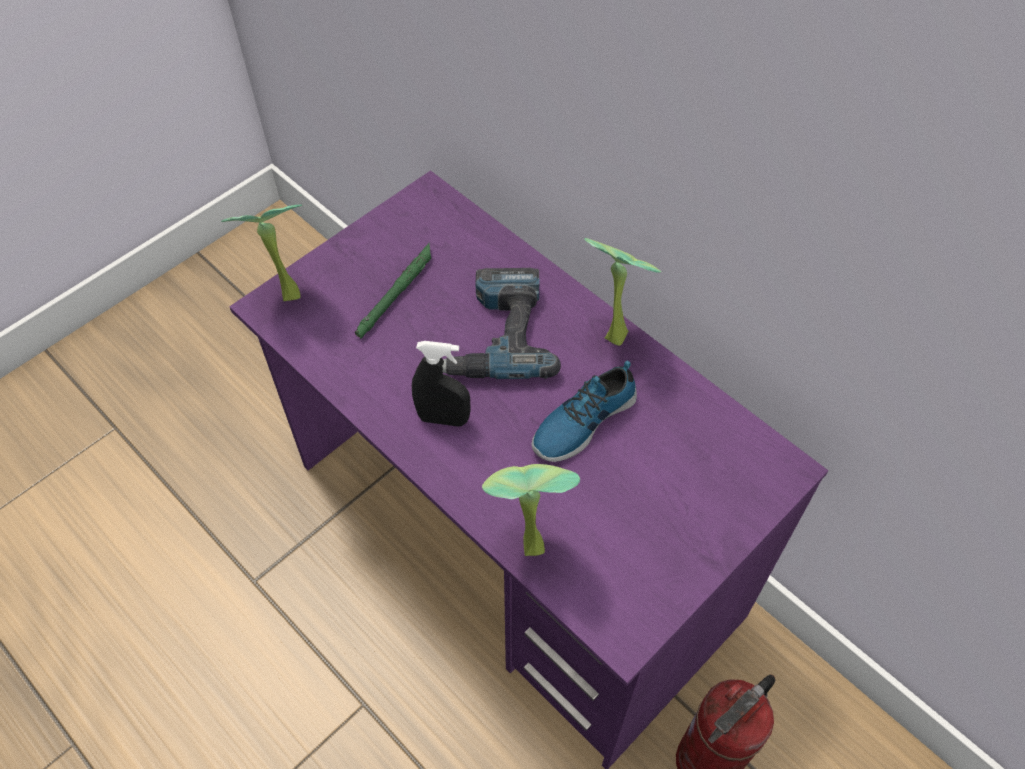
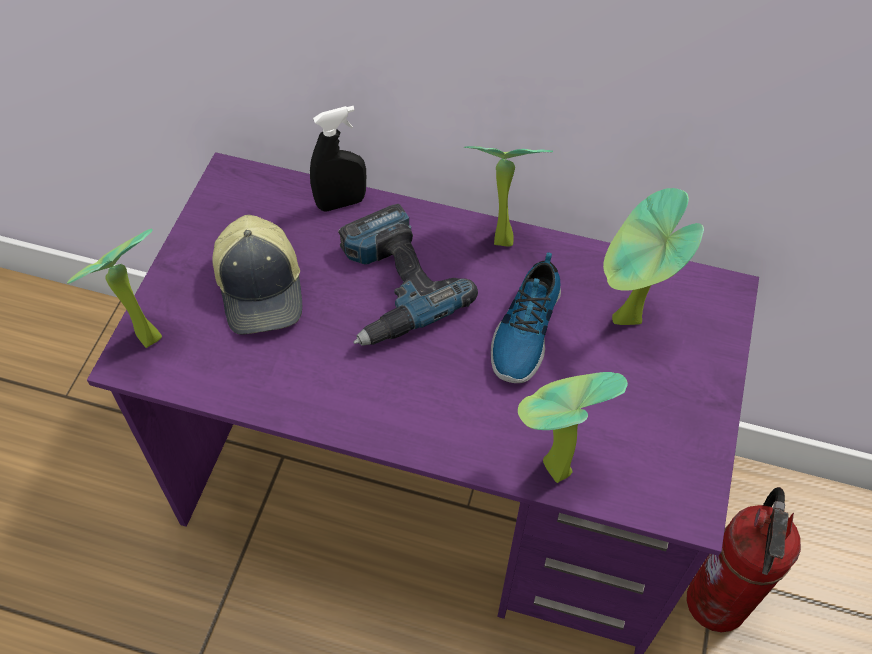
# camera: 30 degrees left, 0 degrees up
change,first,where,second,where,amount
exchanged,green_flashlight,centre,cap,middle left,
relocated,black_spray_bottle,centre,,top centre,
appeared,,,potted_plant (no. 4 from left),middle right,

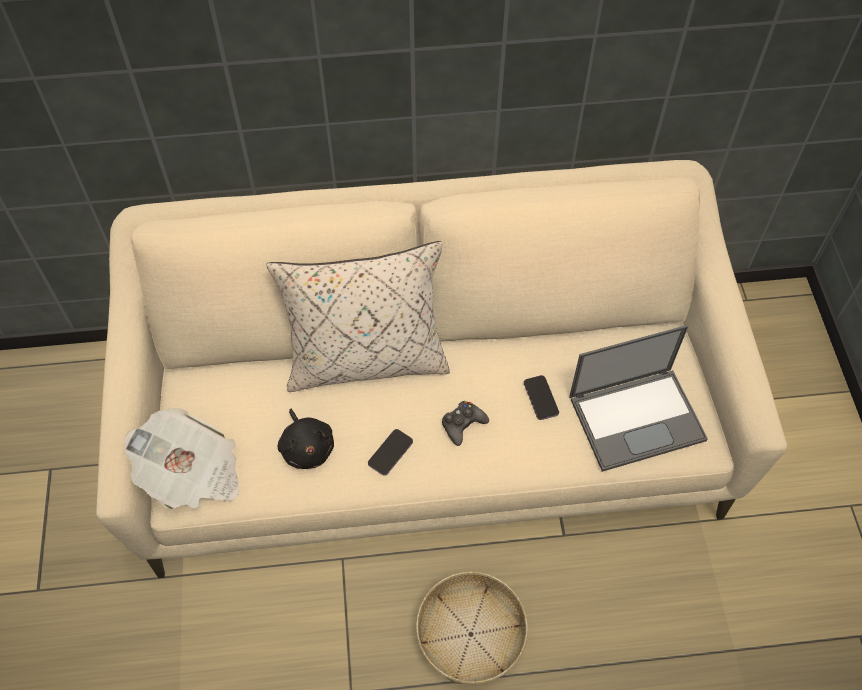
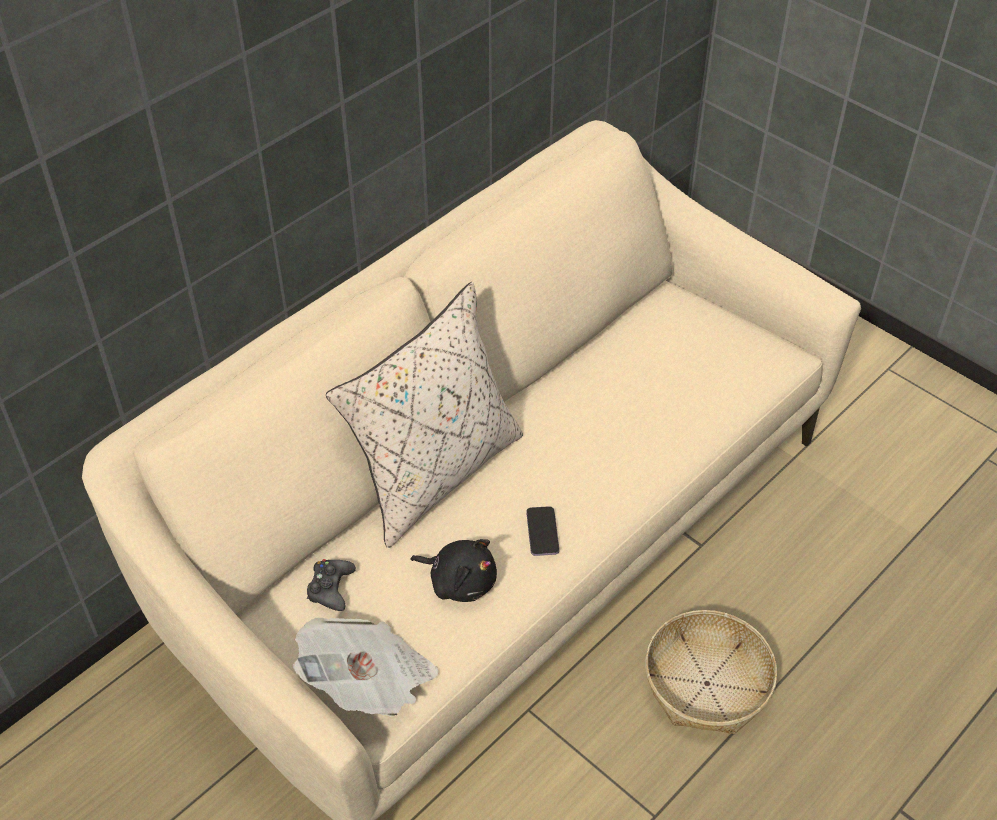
# camera: 40 degrees left, 10 degrees down
change,first,where,second,where,amount
missing,laptop,middle right,,,
missing,phone (no. 2 from left),centre,,,
relocated,black_game_controller,centre,,bottom left,

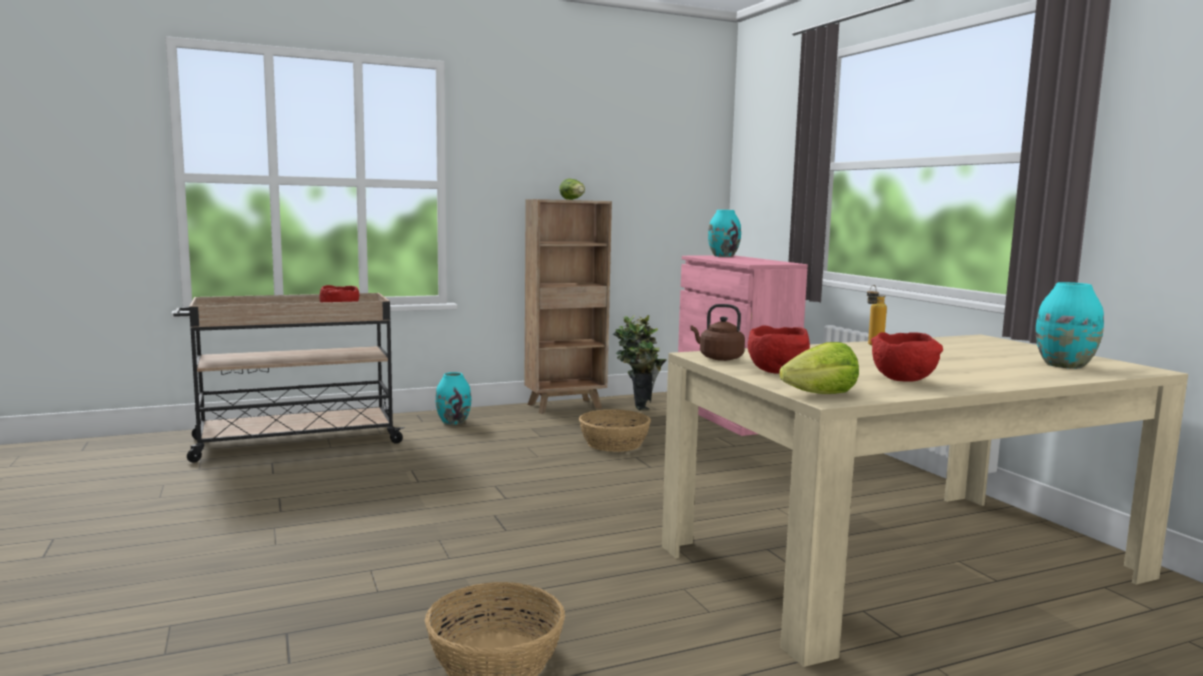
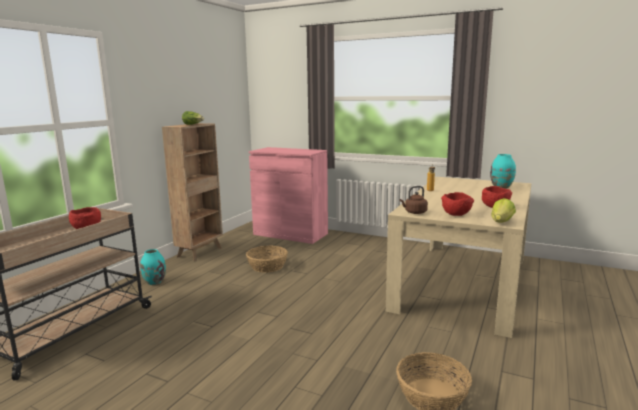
# camera: 40 degrees left, 5 degrees up
change,first,where,second,where,amount
missing,turquoise_vase (no. 2 from left),centre,,,
missing,potted_plant,centre,,,

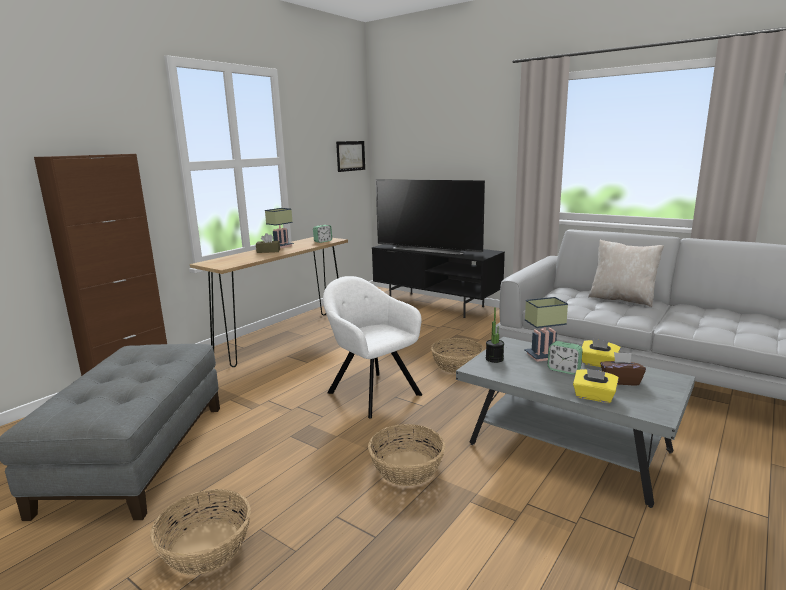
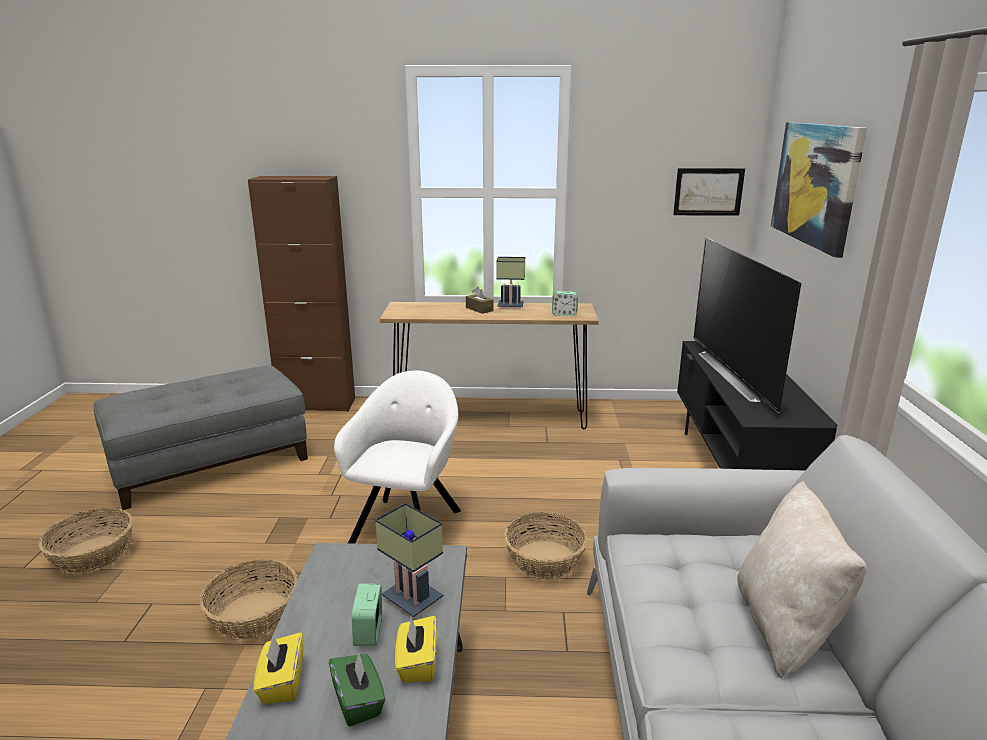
# camera: 55 degrees right, 5 degrees up
change,first,where,second,where,amount
missing,potted_plant,centre,,,
colour,brown_tissue_box (no. 2 from left),middle right,green_tissue_box,bottom centre,
appeared,,,picture (no. 2 from left),top right,

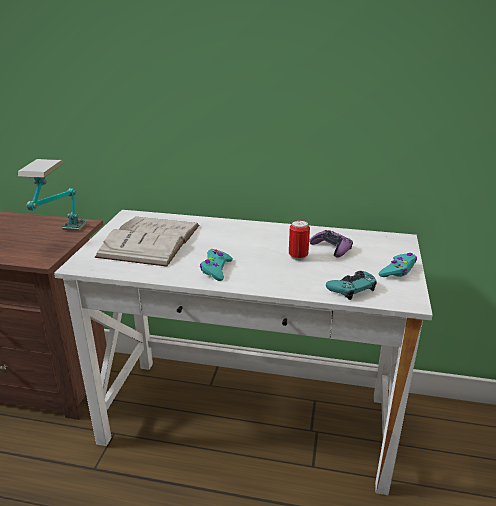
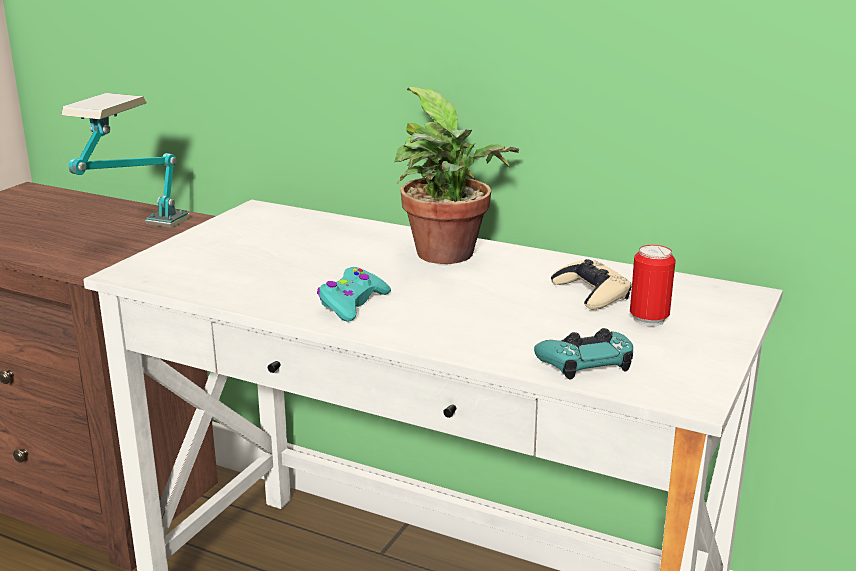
# camera: 15 degrees right, 5 degrees down
change,first,where,second,where,amount
missing,white_book,middle left,,,
relocated,can,centre,,middle right,
colour,purple_game_controller,middle right,beige_game_controller,middle right,
missing,turquoise_game_controller (no. 3 from left),middle right,,,
appeared,,,potted_plant,top centre,

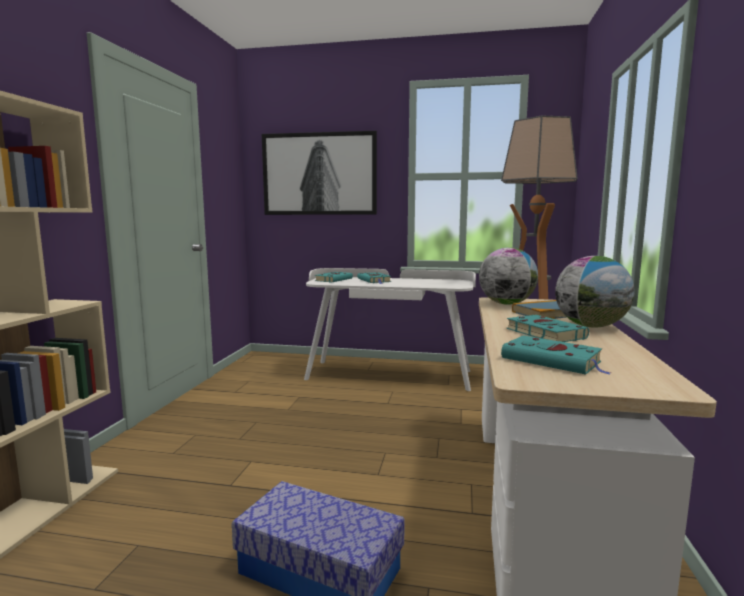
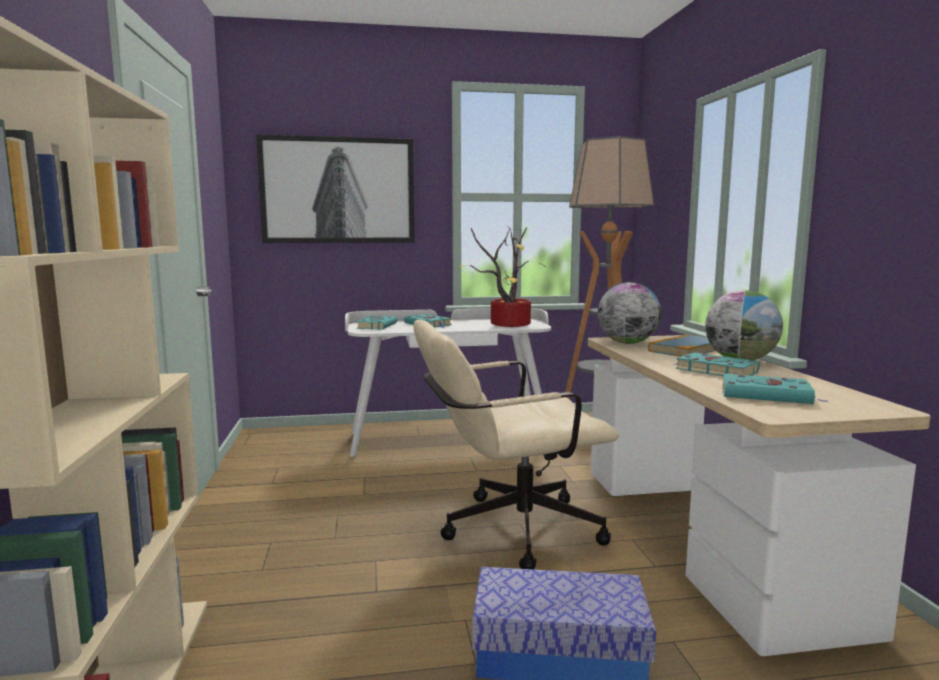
# camera: 20 degrees left, 0 degrees up
change,first,where,second,where,amount
appeared,,,potted_plant,centre,
appeared,,,beige_office_chair,centre,

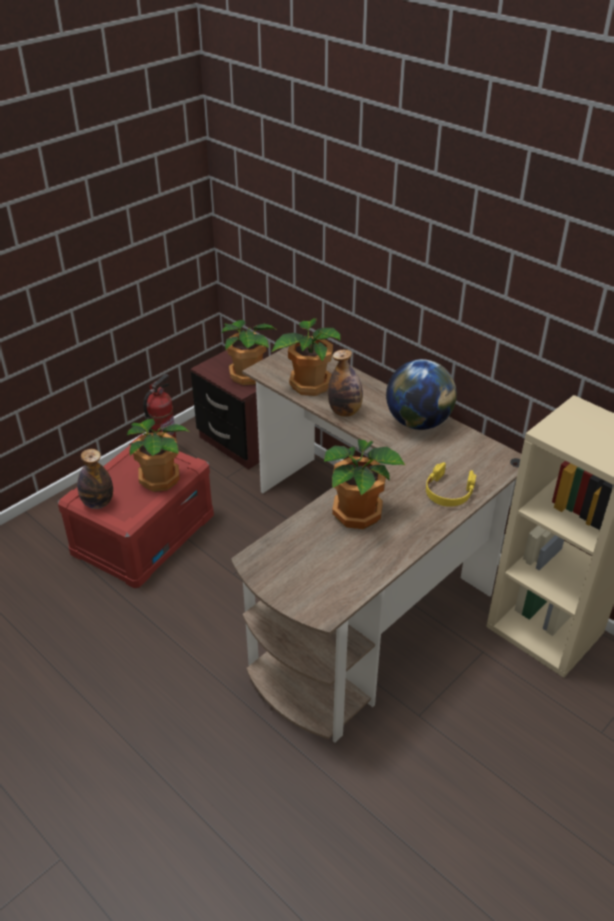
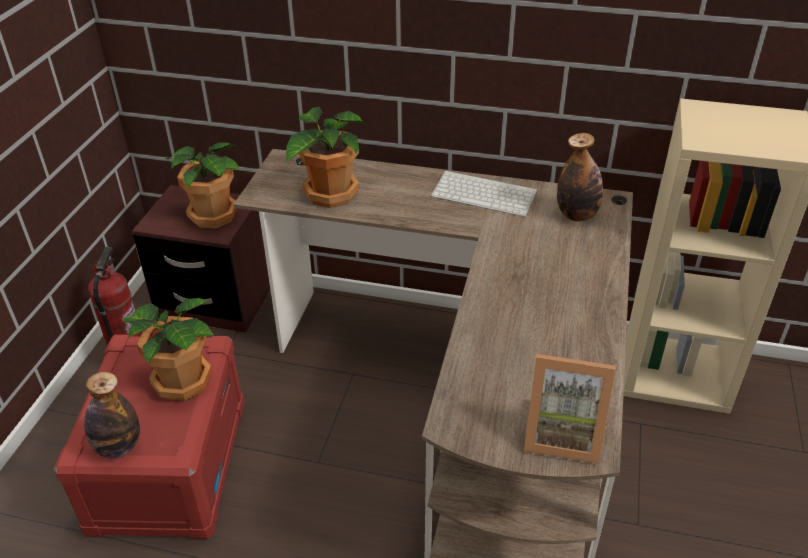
# camera: 30 degrees left, 0 degrees up
change,first,where,second,where,amount
relocated,bottle (no. 2 from left),centre,,top right,
exchanged,globe,middle right,keyboard,centre,
missing,potted_plant (no. 4 from left),centre,,,
missing,yellow_headphones,middle right,,,
appeared,,,picture_frame,bottom right,

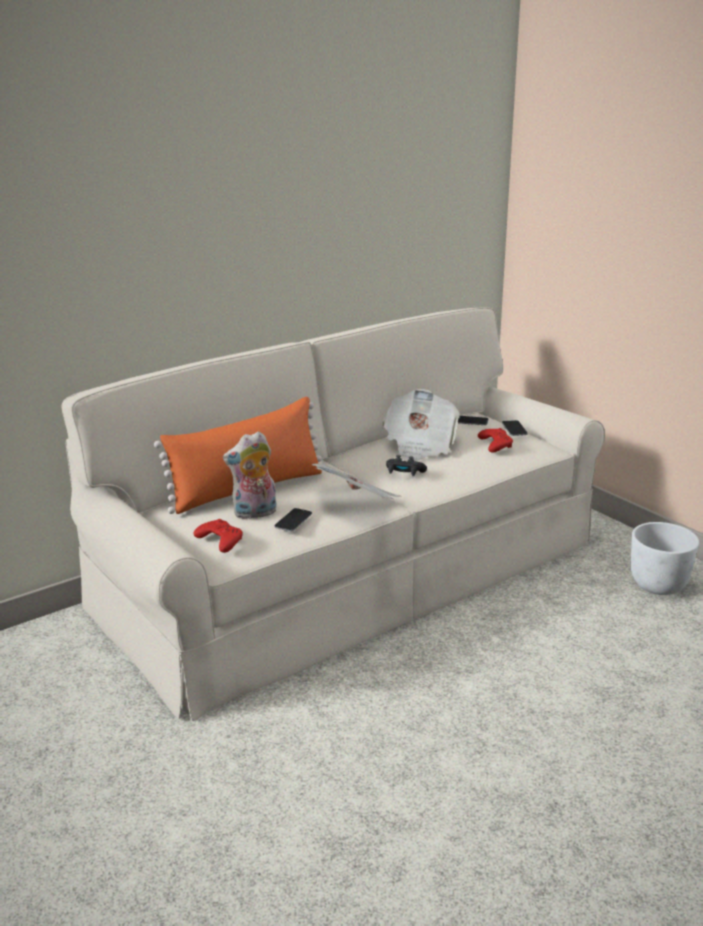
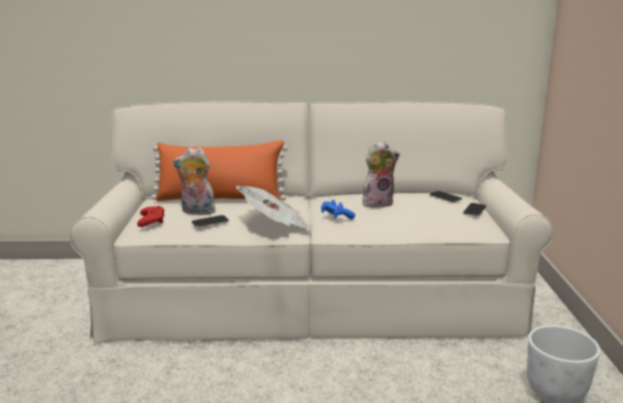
# camera: 35 degrees right, 5 degrees down
change,first,where,second,where,amount
exchanged,newspaper (no. 2 from left),centre,plush_toy (no. 2 from left),centre,
missing,red_game_controller (no. 2 from left),middle right,,,
colour,black_game_controller,centre,blue_game_controller,centre,

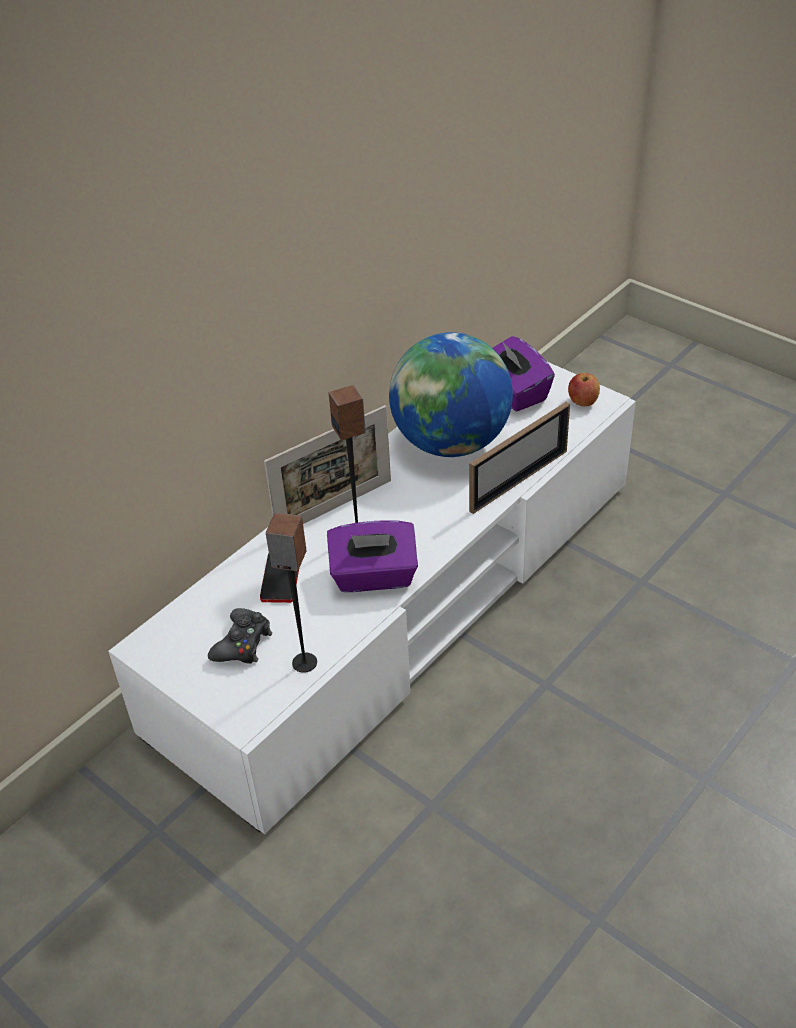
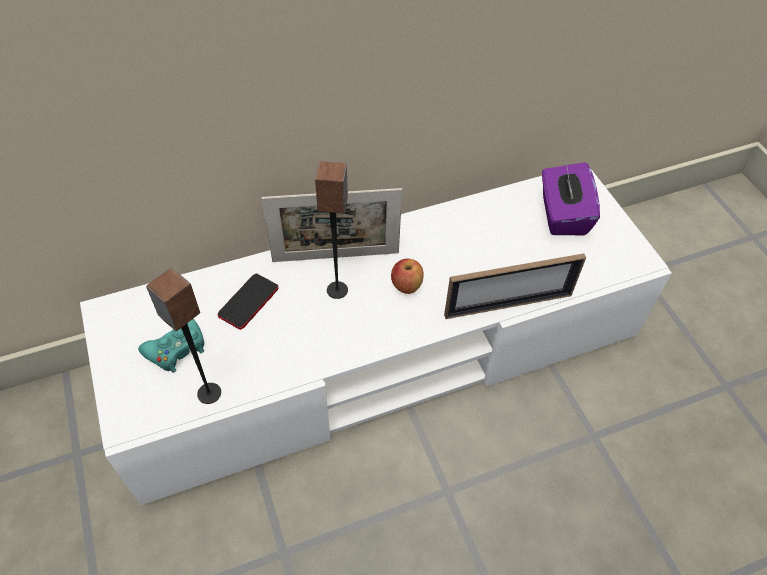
# camera: 25 degrees right, 10 degrees up
change,first,where,second,where,amount
missing,globe,centre,,,
relocated,apple,middle right,,centre,
missing,purple_tissue_box (no. 1 from left),centre,,,
colour,black_game_controller,middle left,turquoise_game_controller,middle left,

